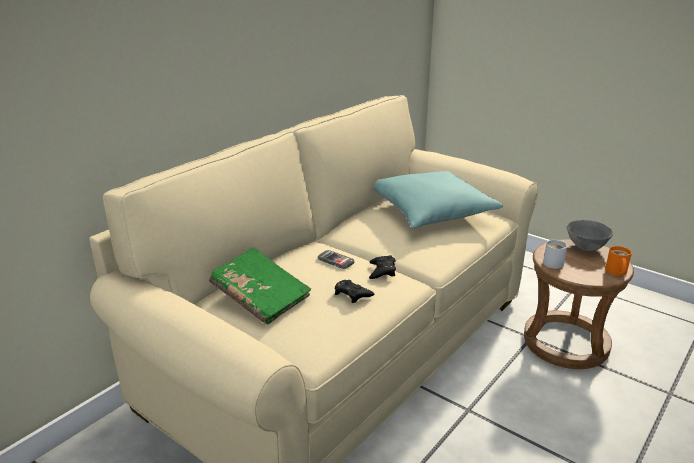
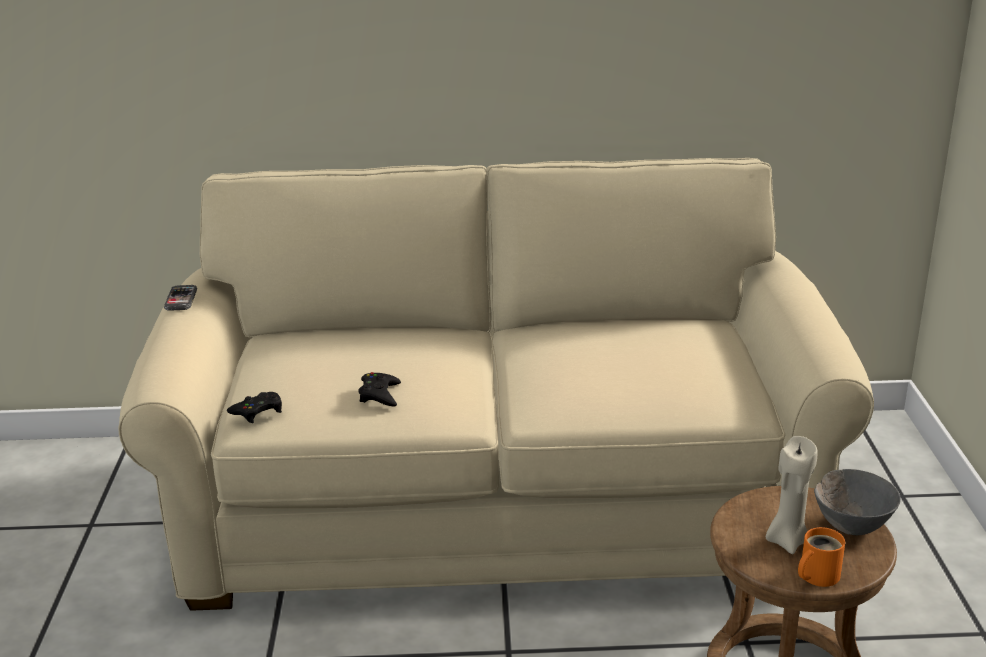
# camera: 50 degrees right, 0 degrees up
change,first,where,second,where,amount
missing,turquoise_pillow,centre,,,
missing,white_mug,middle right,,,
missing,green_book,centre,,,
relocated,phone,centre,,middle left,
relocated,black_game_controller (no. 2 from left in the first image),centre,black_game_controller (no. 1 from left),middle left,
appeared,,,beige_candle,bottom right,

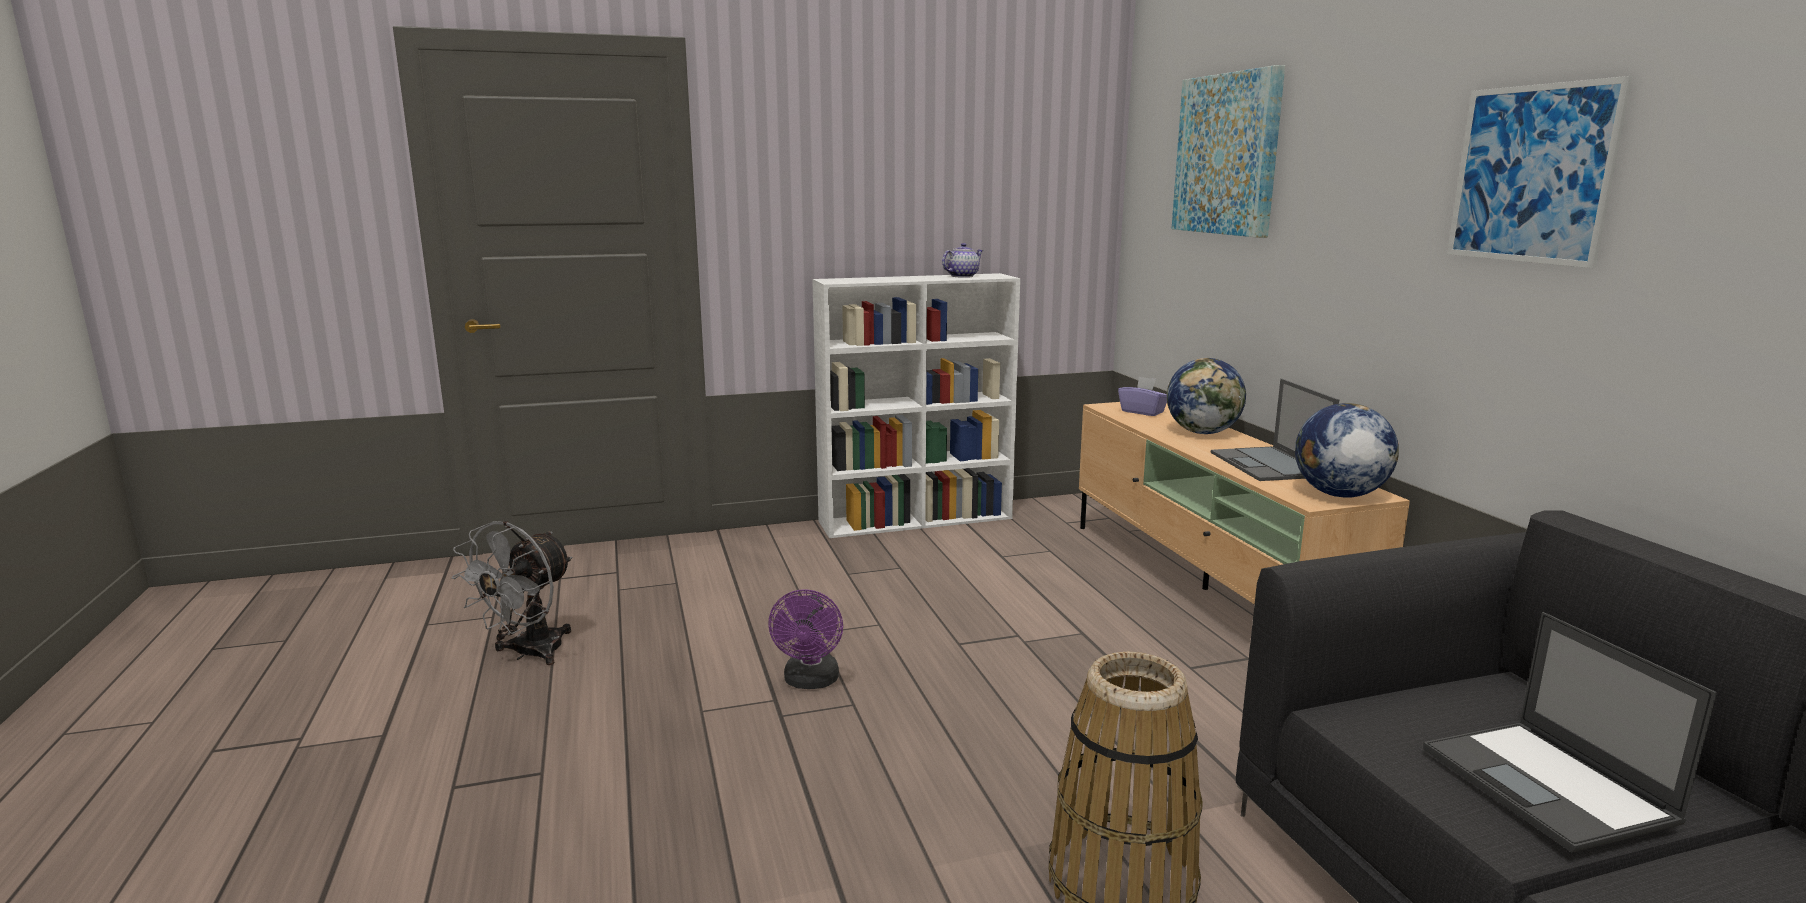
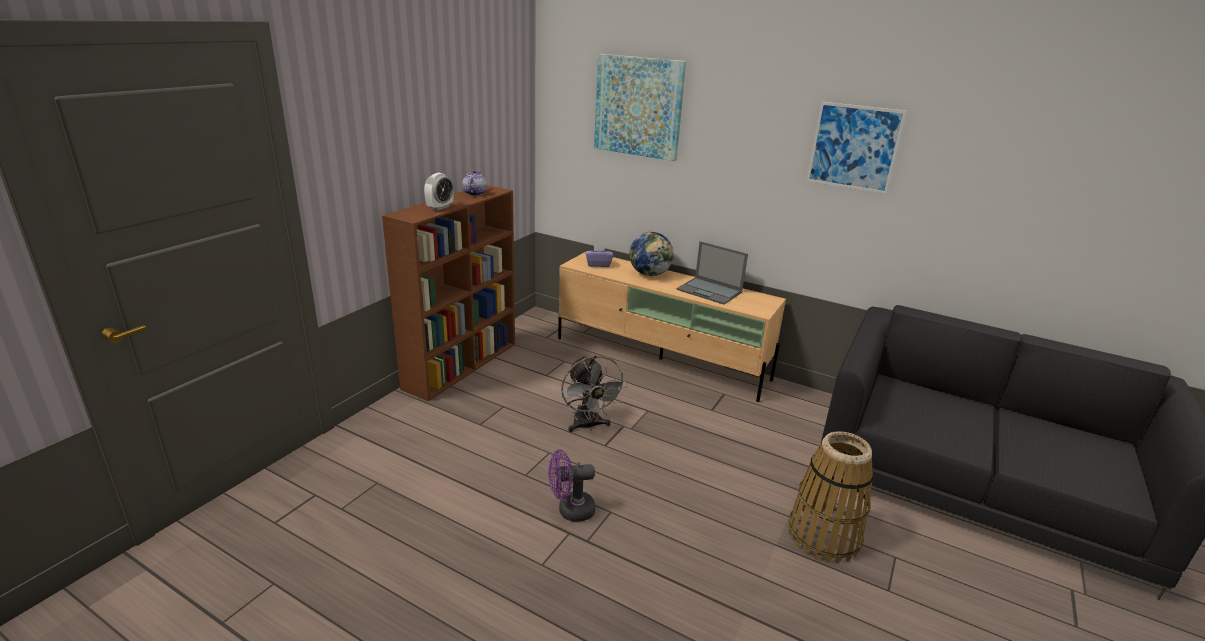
# camera: 45 degrees left, 10 degrees up
change,first,where,second,where,amount
colour,white_bookcase,centre,brown_bookcase,centre,
missing,globe (no. 2 from left),middle right,,,
relocated,grey_fan,middle left,,centre,
spun,purple_fan,bottom centre,,bottom centre,120 degrees clockwise
missing,laptop (no. 2 from left),bottom right,,,
appeared,,,alarm_clock,top centre,

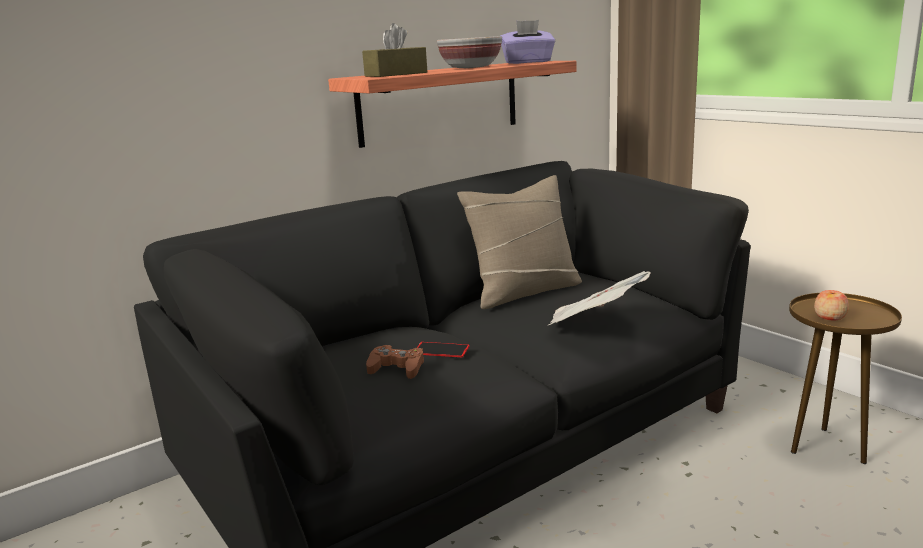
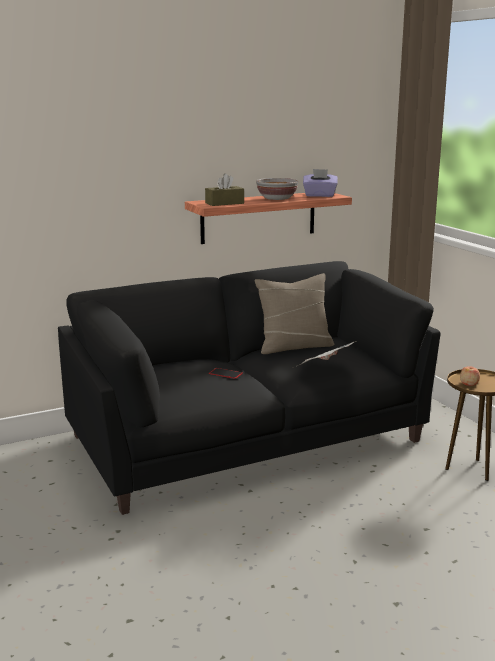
# camera: 10 degrees right, 0 degrees up
change,first,where,second,where,amount
missing,brown_game_controller,centre,,,

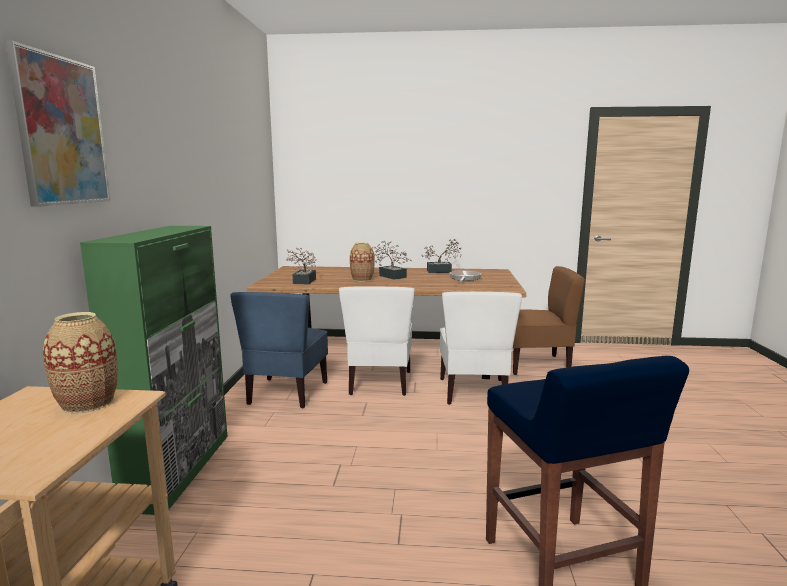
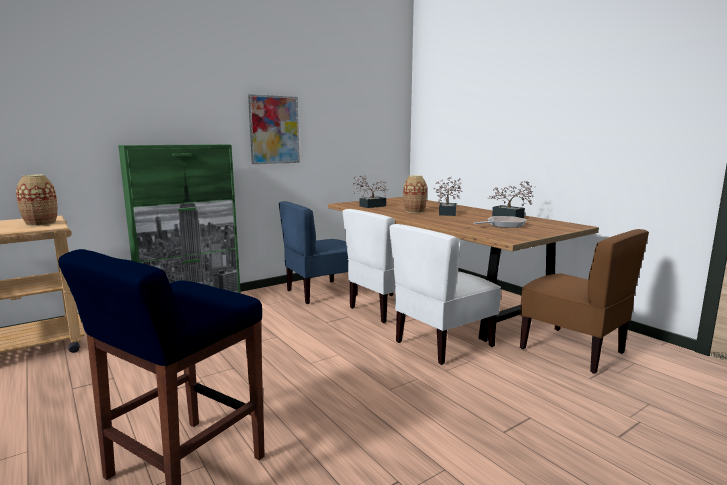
# camera: 50 degrees right, 0 degrees up
change,first,where,second,where,amount
relocated,picture,top left,,top centre,

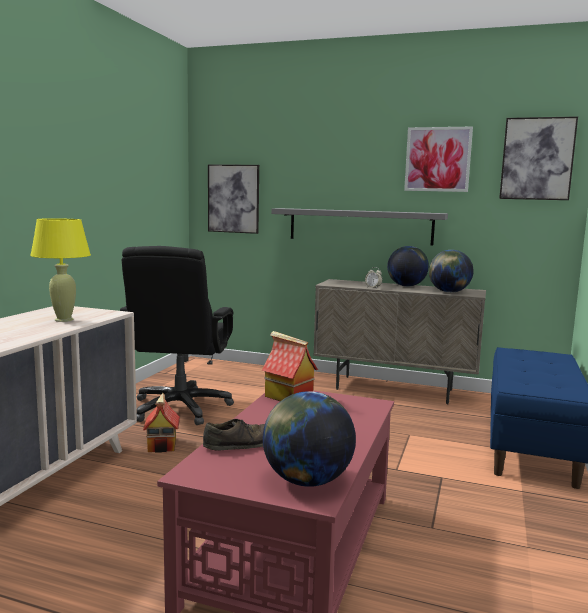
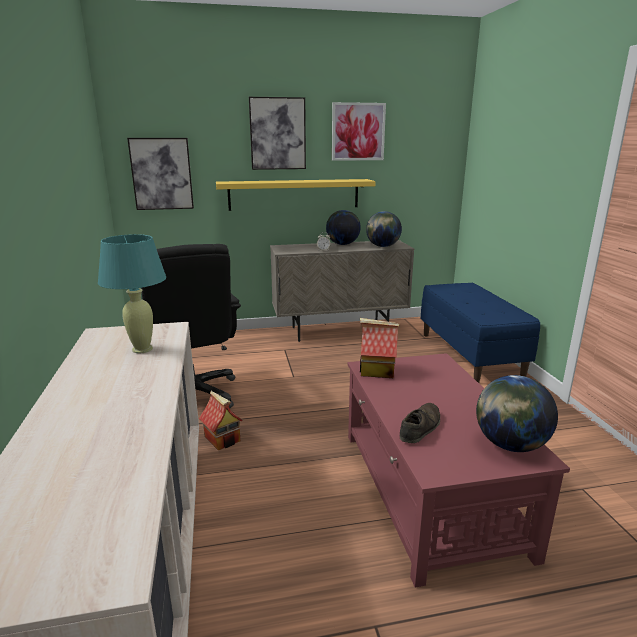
# camera: 30 degrees left, 10 degrees up
change,first,where,second,where,amount
relocated,picture (no. 3 from left in the first image),top right,picture (no. 2 from left),top centre,
colour,grey_shelf,centre,yellow_shelf,top centre,
colour,yellow_table_lamp,middle left,turquoise_table_lamp,middle left,

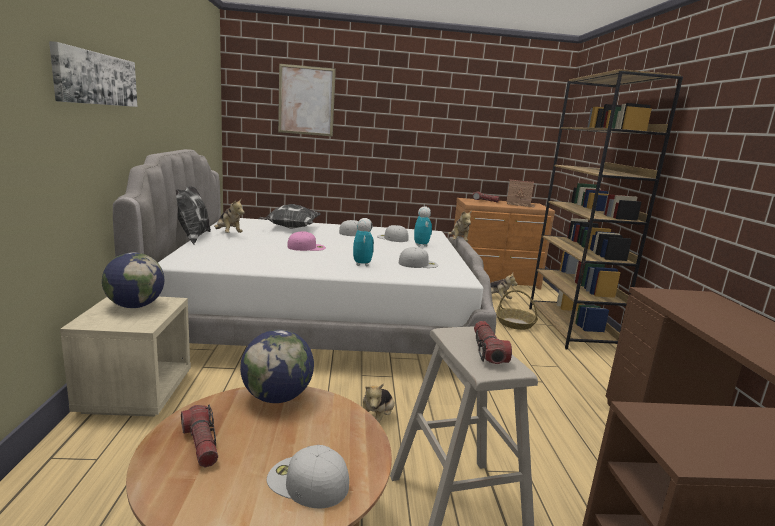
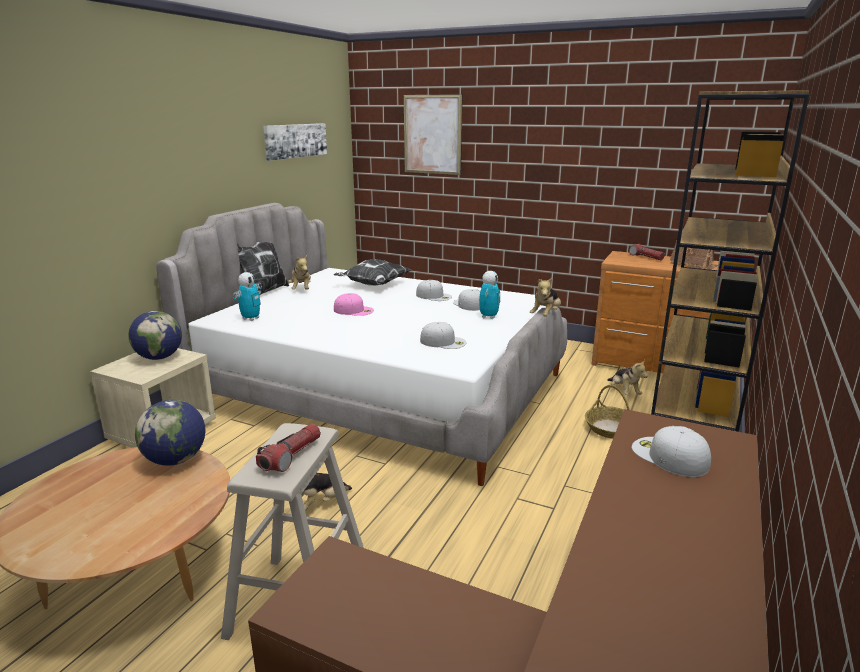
# camera: 30 degrees right, 5 degrees up
change,first,where,second,where,amount
relocated,picture (no. 1 from left),top left,,top centre,
relocated,toy_robot (no. 1 from left),centre,,middle left,
missing,flashlight (no. 1 from left),bottom left,,,
relocated,white_cap (no. 1 from left in the first image),bottom centre,white_cap (no. 4 from left),bottom right,

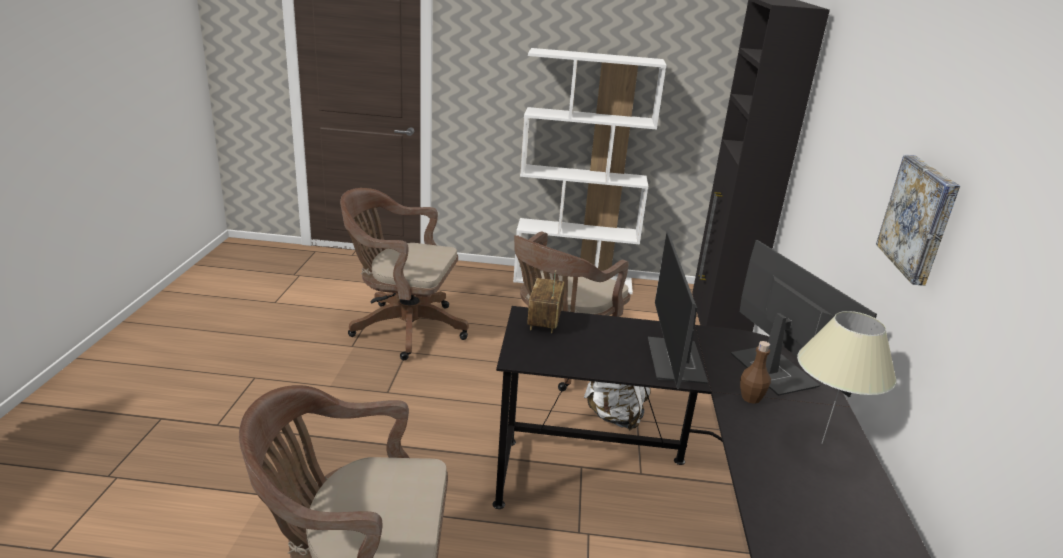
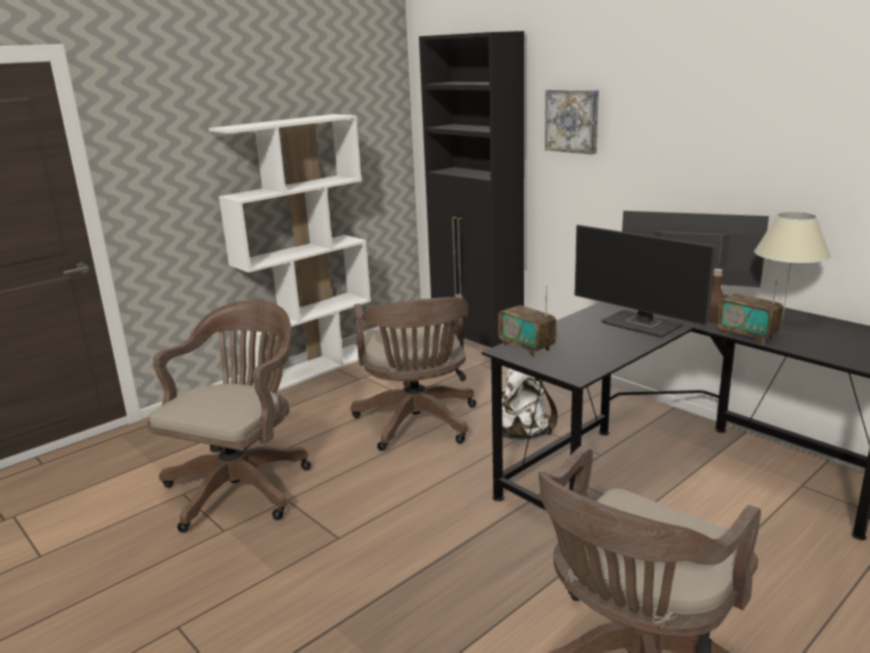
# camera: 45 degrees left, 5 degrees down
change,first,where,second,where,amount
relocated,picture,middle right,,top centre,
spun,brown_office_chair (no. 2 from left in the first image),centre,brown_office_chair (no. 1 from left),middle left,150 degrees clockwise
appeared,,,radio (no. 2 from left),middle right,

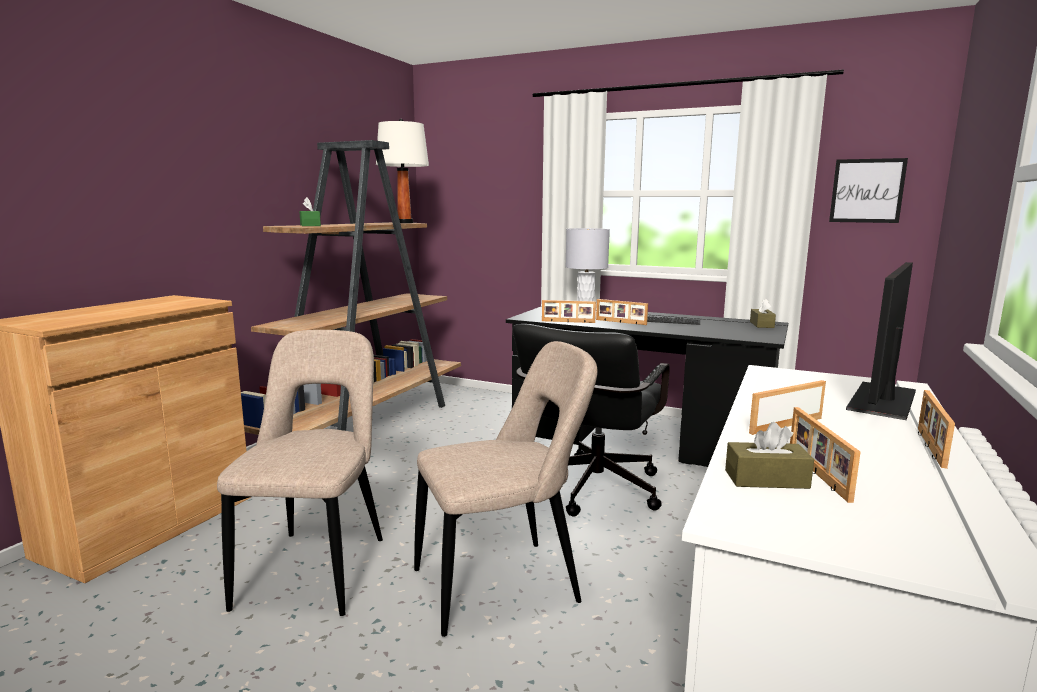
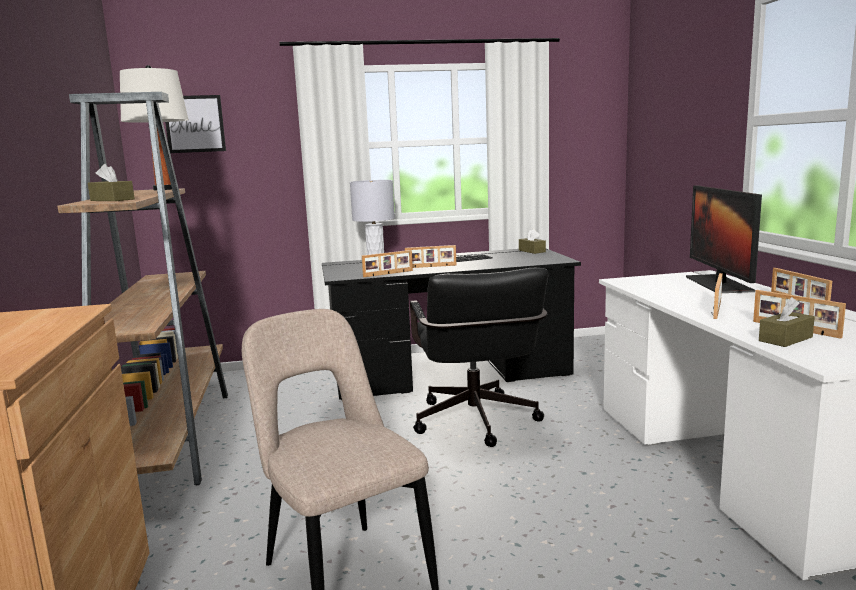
# camera: 35 degrees left, 0 degrees up
change,first,where,second,where,amount
relocated,picture,top right,,top left,
colour,green_tissue_box,top left,brown_tissue_box (no. 1 from left),top left,
missing,beige_chair (no. 2 from left),bottom centre,,,

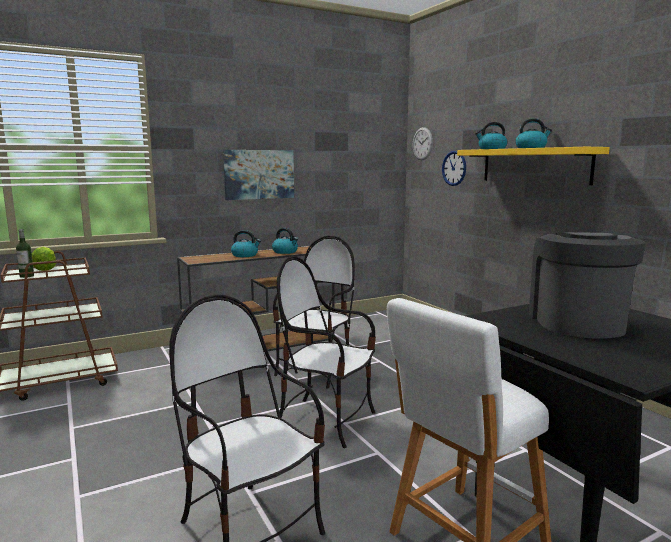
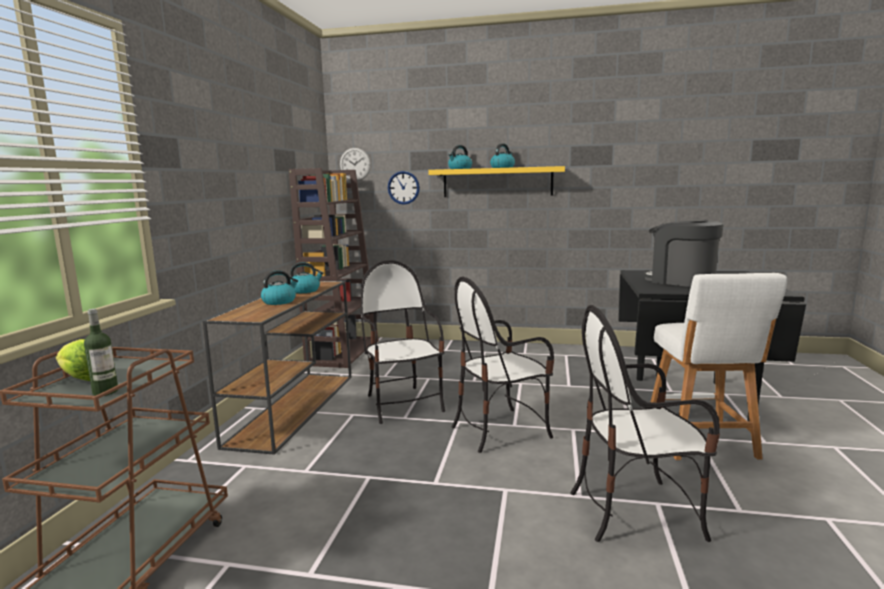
# camera: 50 degrees left, 0 degrees up
change,first,where,second,where,amount
missing,picture,top centre,,,
appeared,,,brown_bookcase,centre,

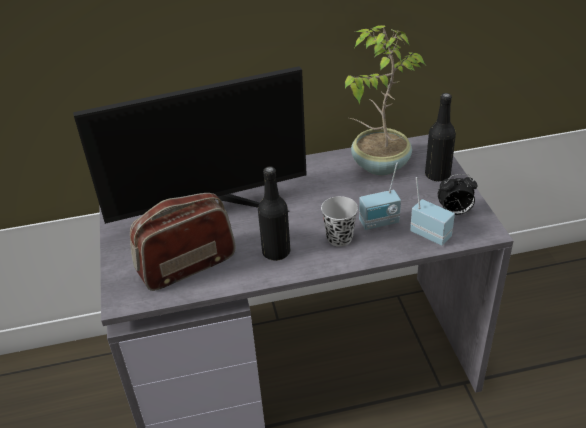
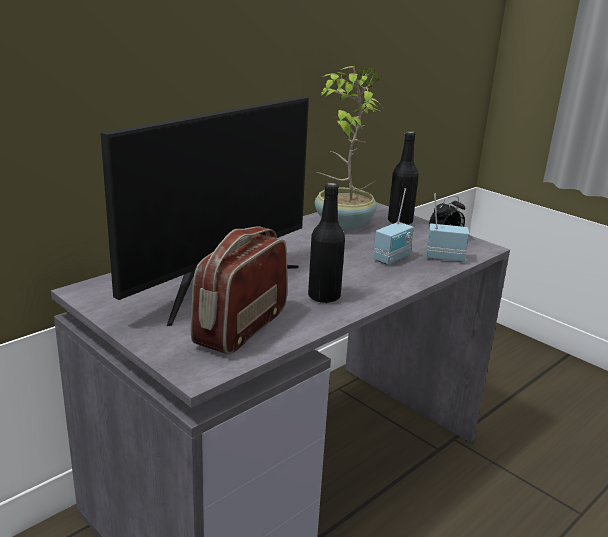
# camera: 35 degrees left, 15 degrees down
change,first,where,second,where,amount
missing,black_cup,centre,,,

